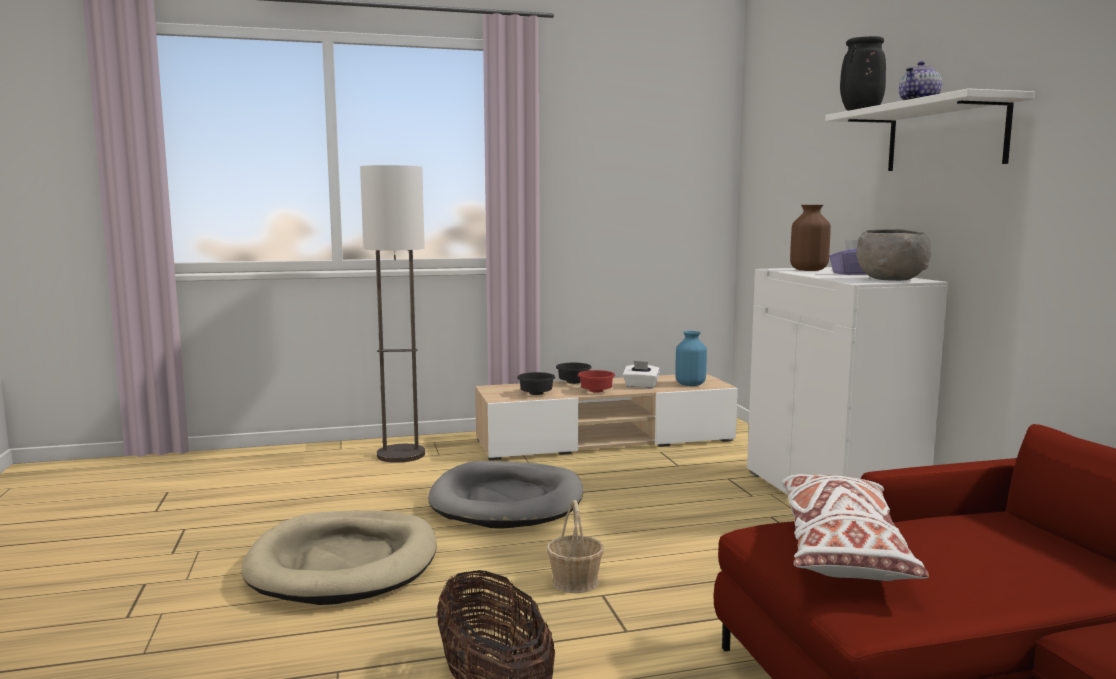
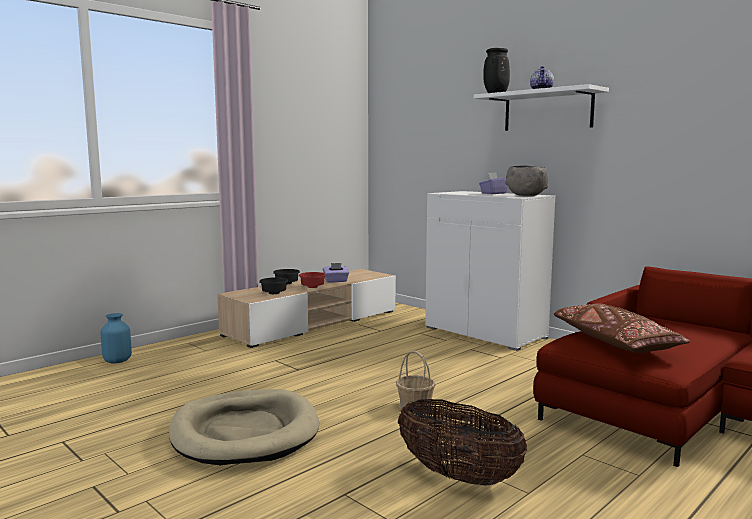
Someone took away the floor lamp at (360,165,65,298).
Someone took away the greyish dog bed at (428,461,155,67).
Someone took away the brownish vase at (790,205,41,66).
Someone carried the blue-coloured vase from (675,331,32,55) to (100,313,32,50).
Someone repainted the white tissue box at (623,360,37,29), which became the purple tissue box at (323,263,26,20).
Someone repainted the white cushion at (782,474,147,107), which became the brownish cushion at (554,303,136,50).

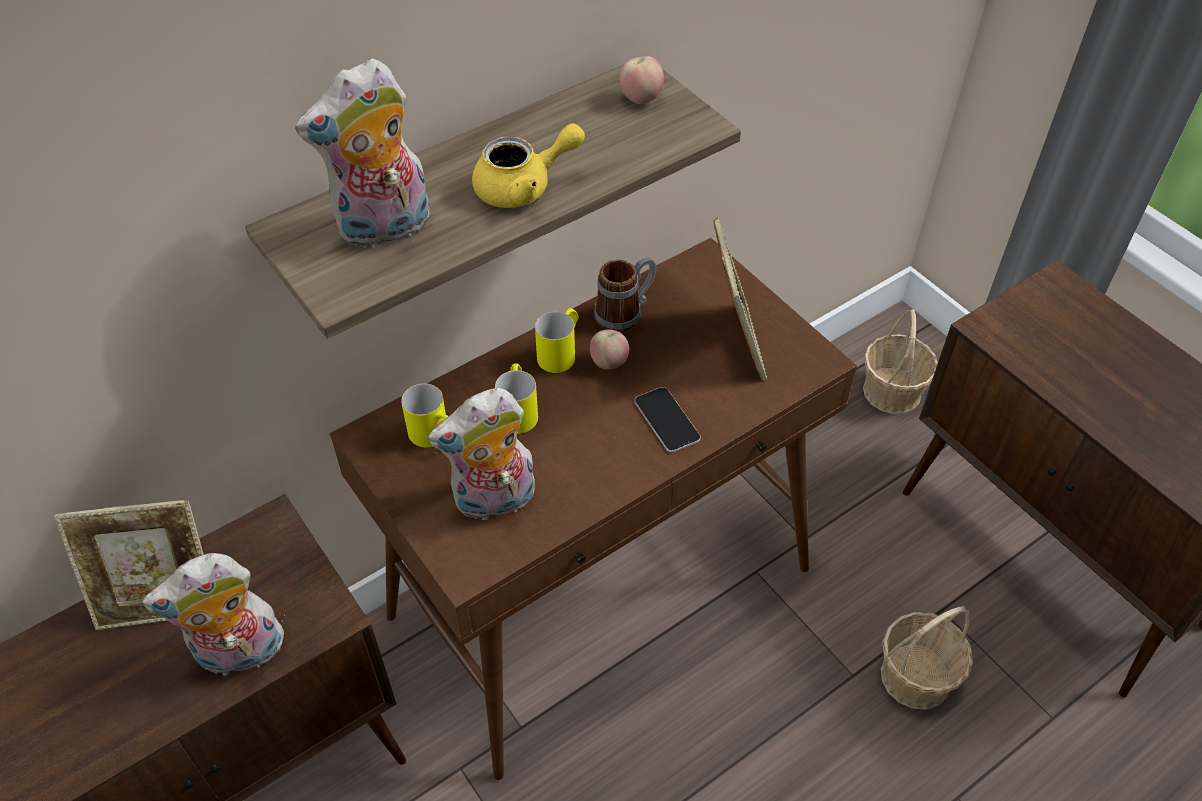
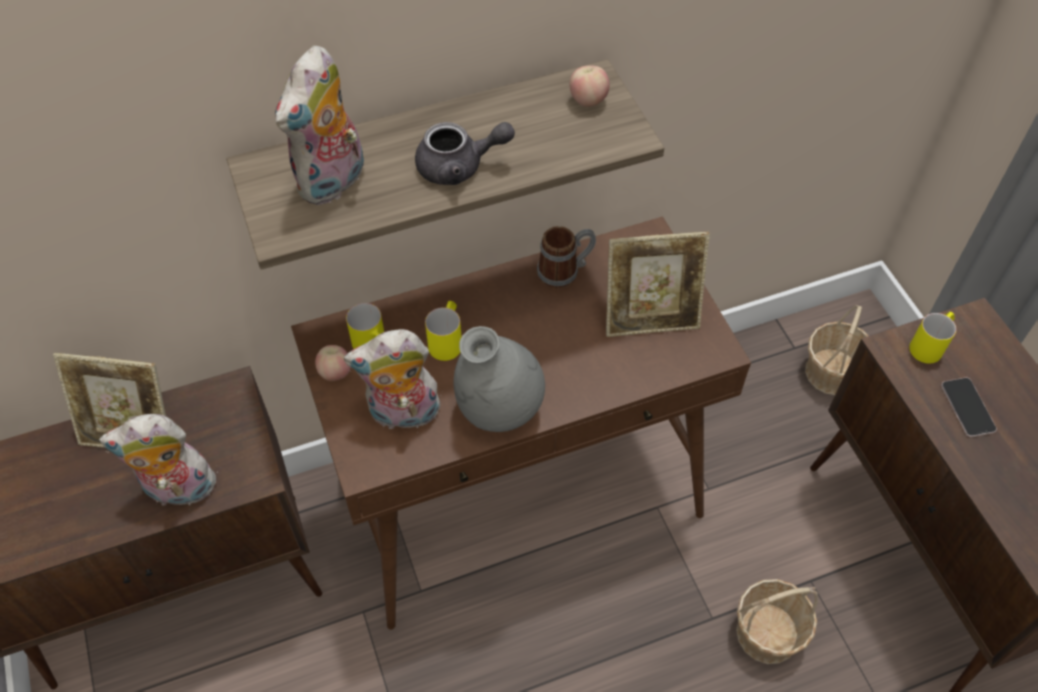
Someone put down the greyish vase at (453,326,92,106).
Someone carried the yellow-coloured mug from (535,308,44,65) to (909,312,47,52).
Someone carried the apple fruit from (590,329,39,40) to (315,345,36,36).
Someone carried the telephone from (635,387,66,66) to (941,378,56,59).
Someone repainted the yellow-coloured tea pot at (472,123,113,85), which became the greyish tea pot at (415,122,100,63).
Someone rotated the soft toy at (295,58,135,192) by 45 degrees counterclockwise.
Someone rotated the standing frame at (714,217,54,164) by 75 degrees clockwise.

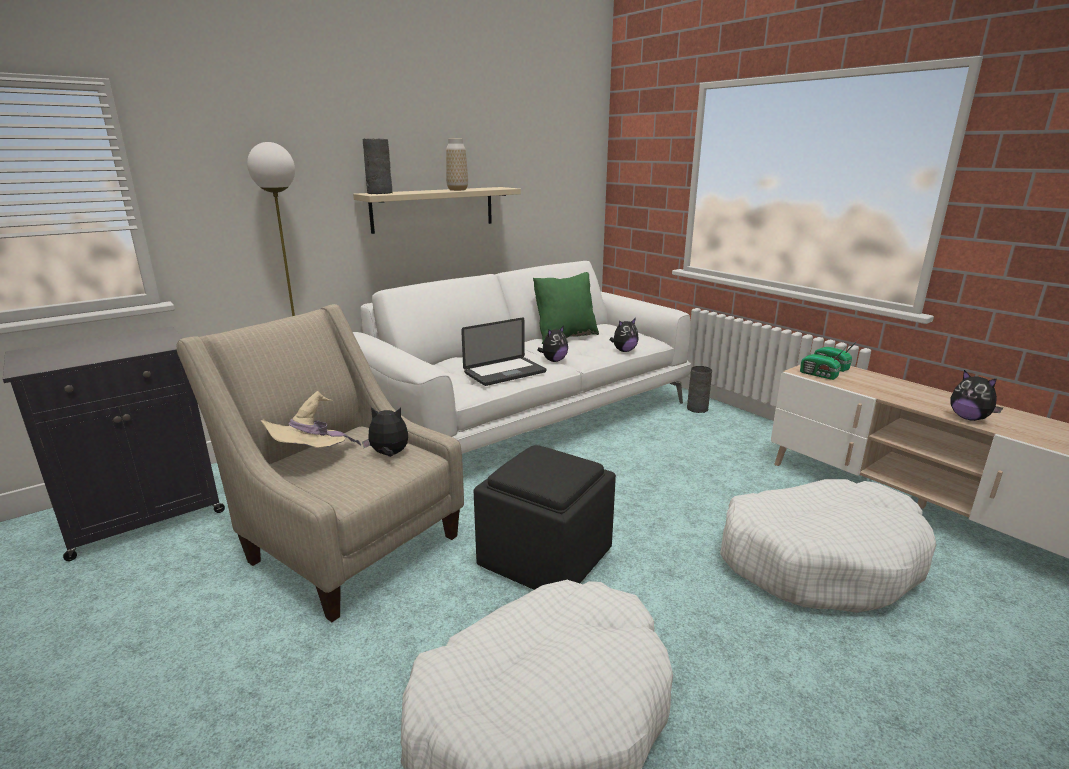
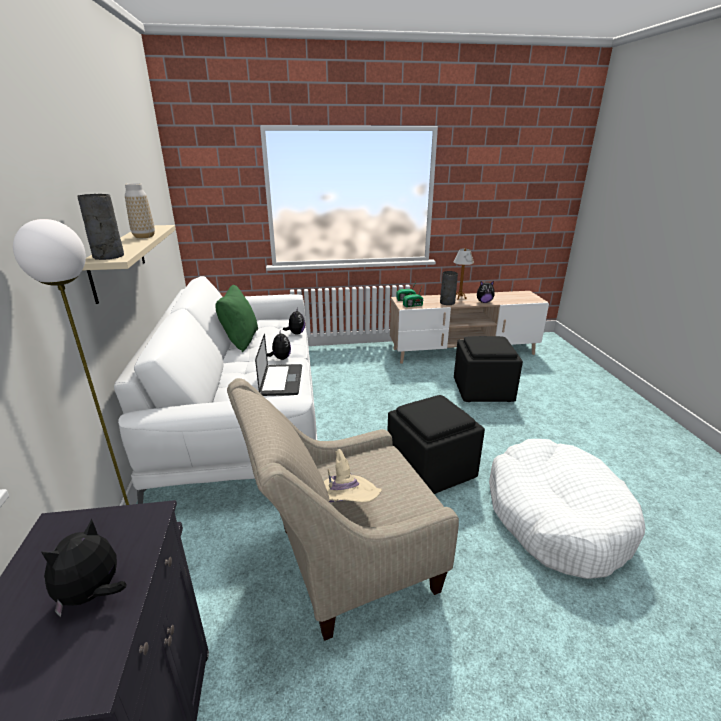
Someone put down the lamp for a table at (453,248,21,52).
Someone carried the soft toy from (362,407,46,50) to (41,519,86,98).
Someone carried the greyish vase from (687,366,25,47) to (440,271,18,34).
Someone swapped the white dog bed at (720,479,216,134) for the blackish ottoman at (454,336,69,66).

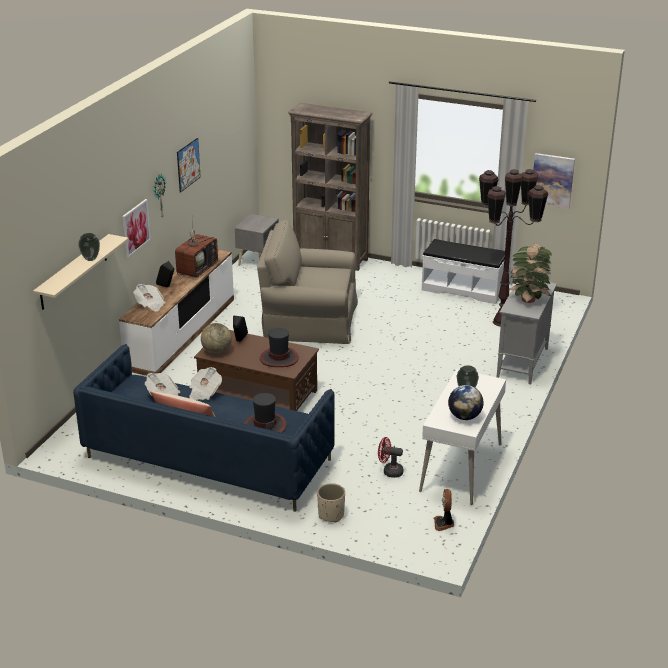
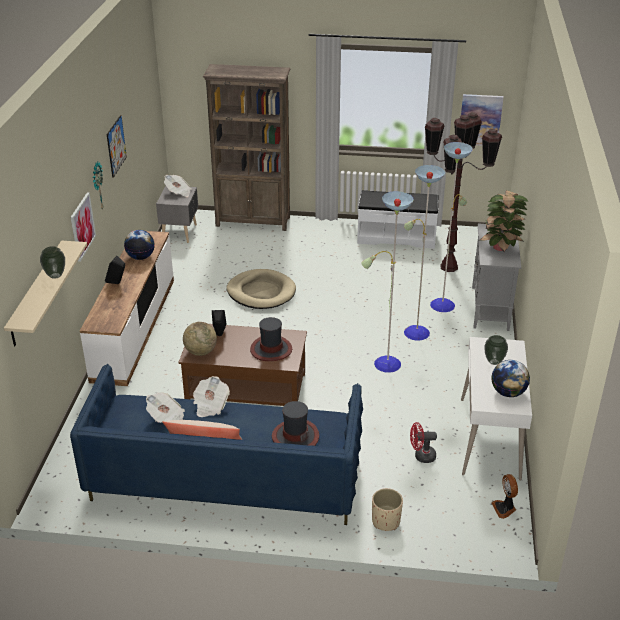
Someone put down the floor lamp at (361,142,112,231).
Someone carried the newspaper from (133,284,33,28) to (164,175,28,22).
Someone swapped the TV at (175,216,43,62) for the desk globe at (124,230,31,30).
Someone swapped the sand-coloured easy chair at (257,220,101,124) for the sand-coloured dog bed at (226,269,70,40).

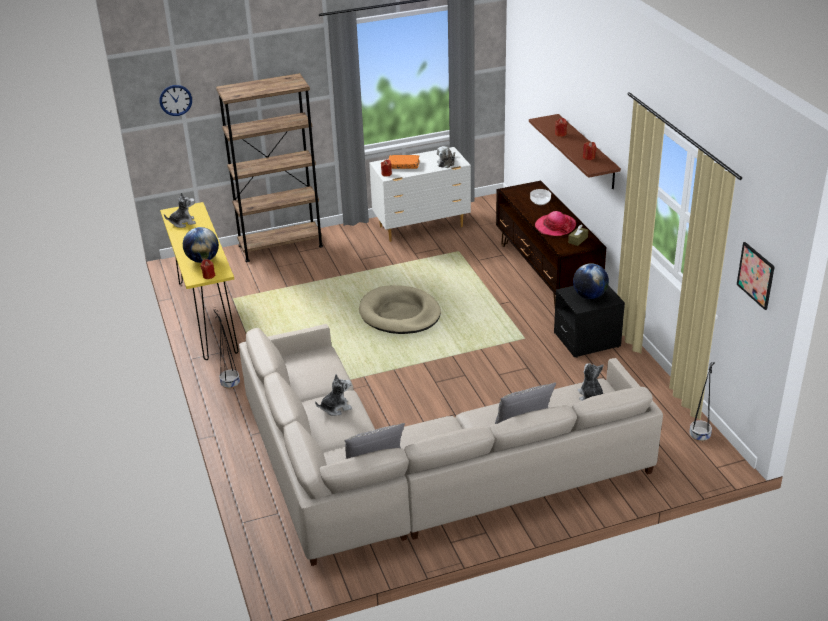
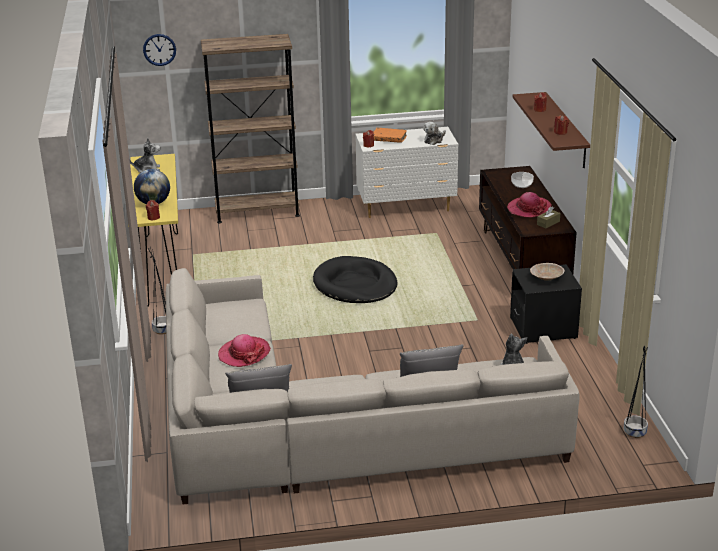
Someone took away the picture at (737,242,38,68).
Someone swapped the soft toy at (315,374,37,42) for the wearable hat at (218,334,53,33).
Someone swapped the desk globe at (573,263,36,36) for the sand-coloured deep dish at (530,263,35,18).
Someone repainted the sand-coloured dog bed at (359,286,82,48), which became the blackish dog bed at (313,256,84,47).

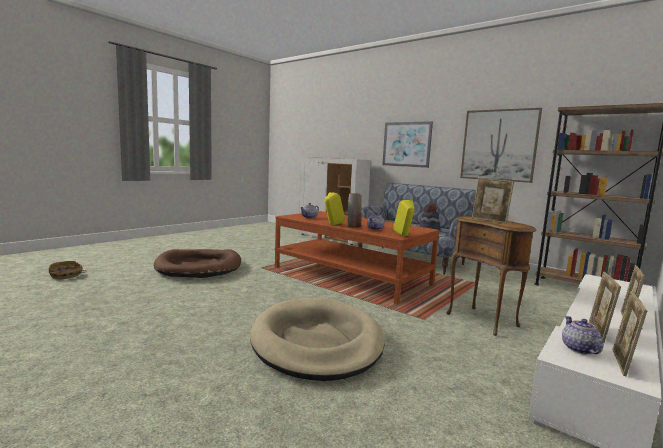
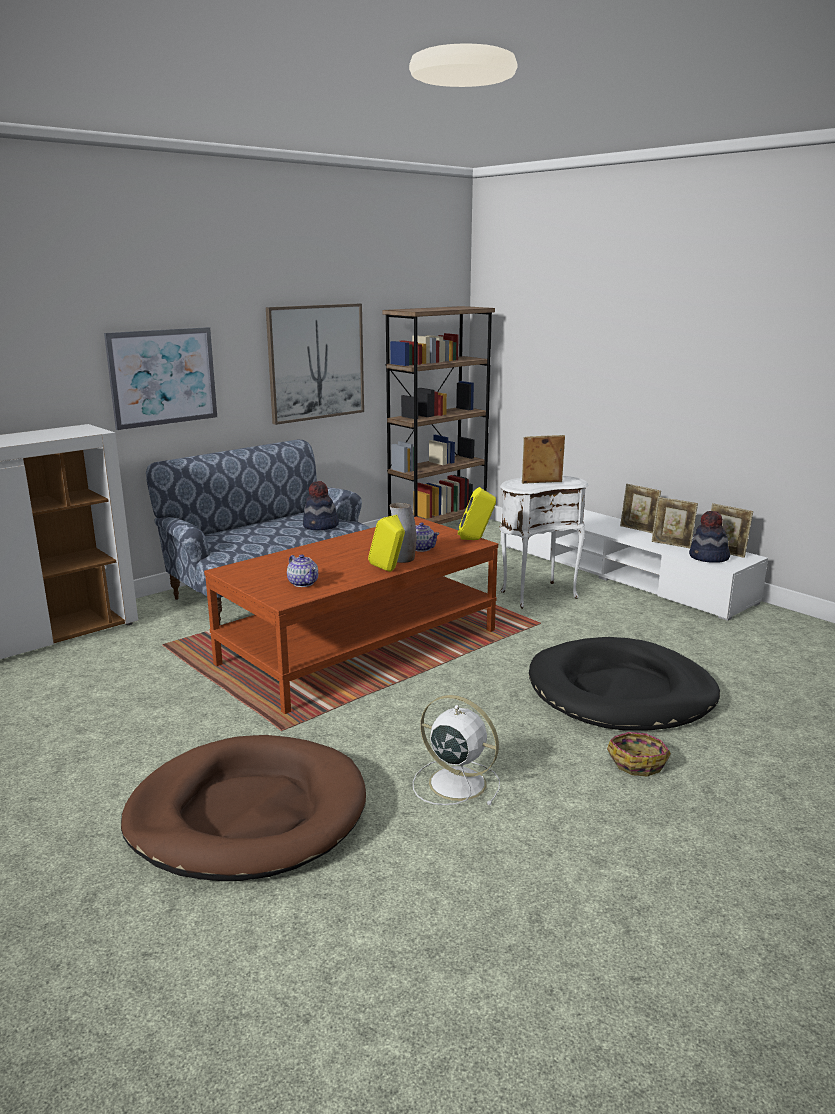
Someone put down the white electric fan at (413,695,87,110).
Someone carried the household basket from (49,261,38,18) to (607,732,64,45).
Someone swapped the tea pot at (562,316,41,39) for the wearable hat at (689,511,41,52).
Someone repainted the sand-coloured dog bed at (250,298,135,83), which became the blackish dog bed at (529,637,191,94).
Someone repainted the brownish side table at (447,216,89,120), which became the white side table at (499,476,89,133).
Someone rotated the standing frame at (472,178,42,46) by 150 degrees counterclockwise.

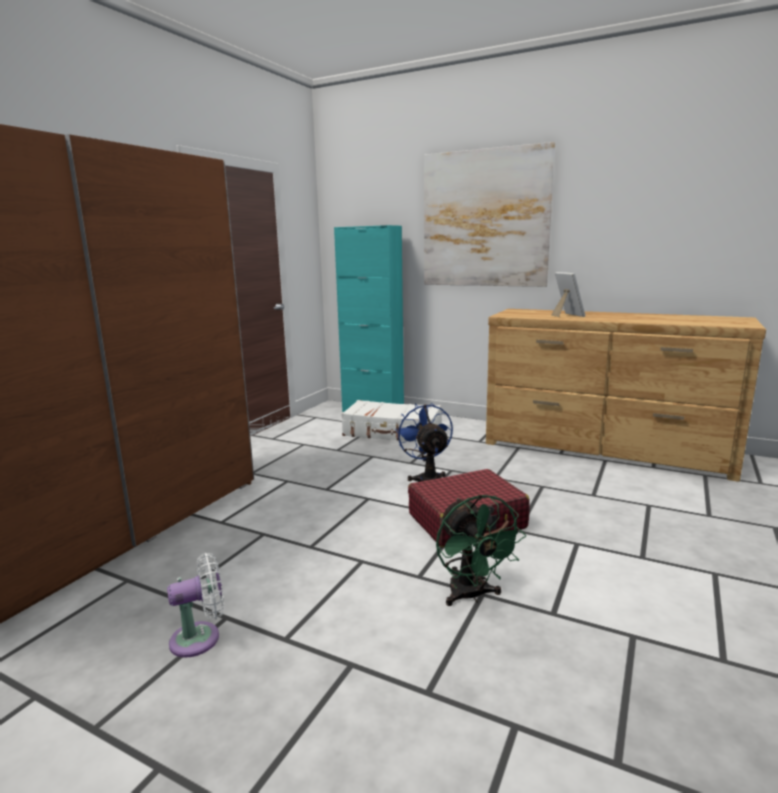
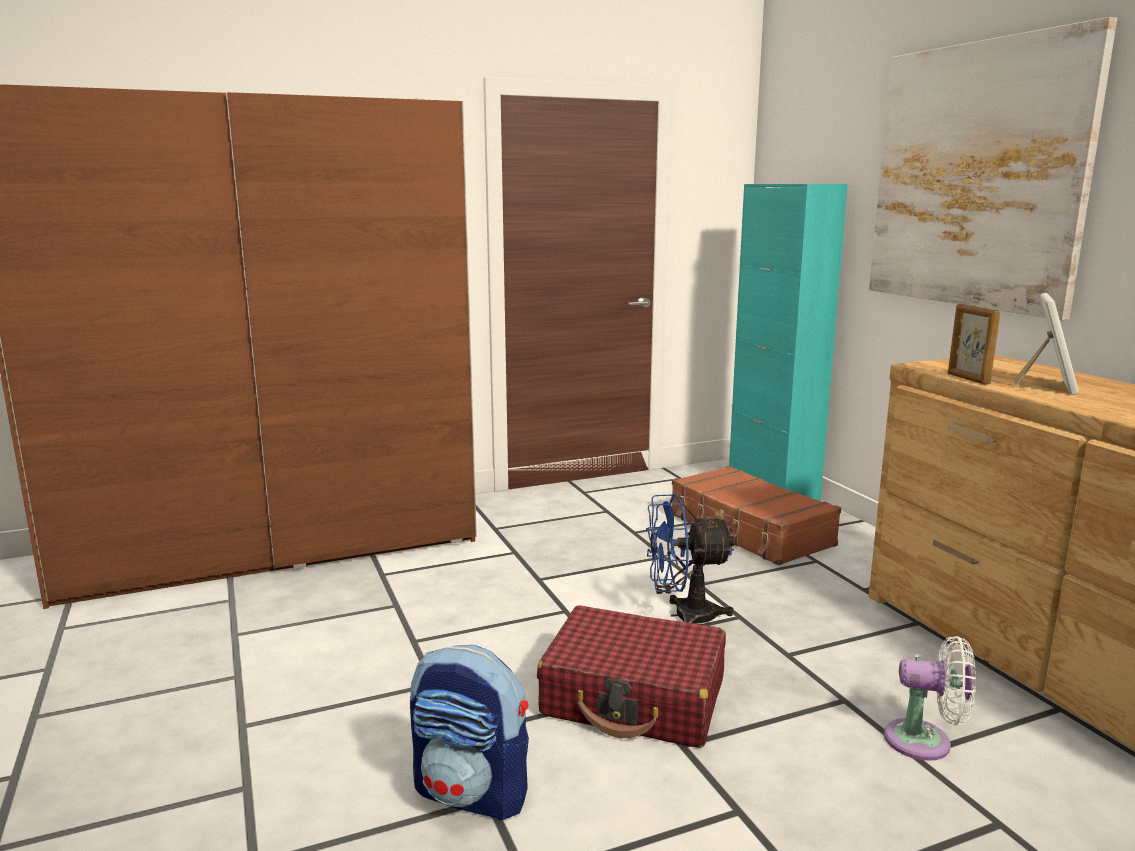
Someone put down the standing frame at (948,304,52,81).
Someone carried the white electric fan from (167,553,57,105) to (884,636,92,125).
Someone swapped the green-coloured electric fan at (436,494,90,112) for the backpack at (410,645,119,176).
Someone repainted the white piece of luggage at (341,400,100,42), which became the brownish piece of luggage at (672,466,169,99).
Someone rotated the blue-coloured electric fan at (395,403,58,79) by 120 degrees counterclockwise.

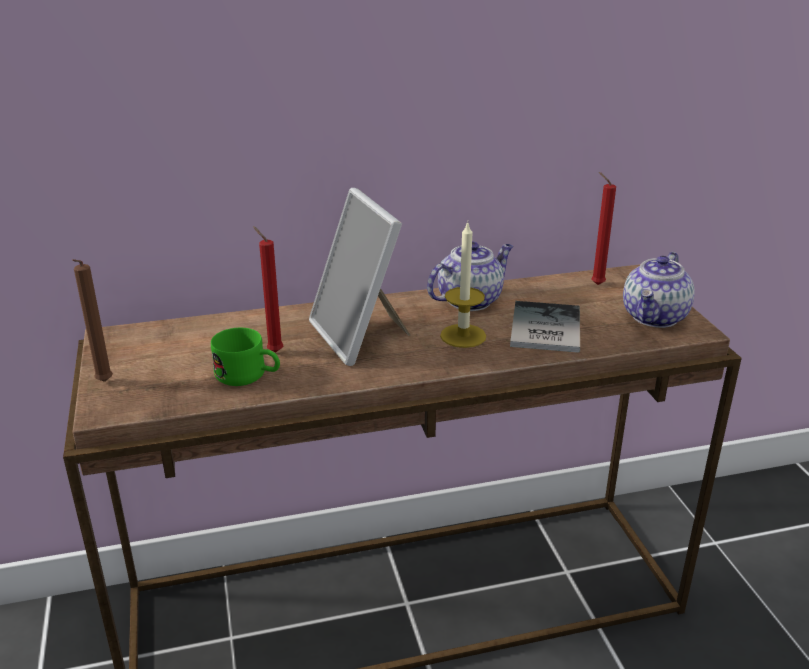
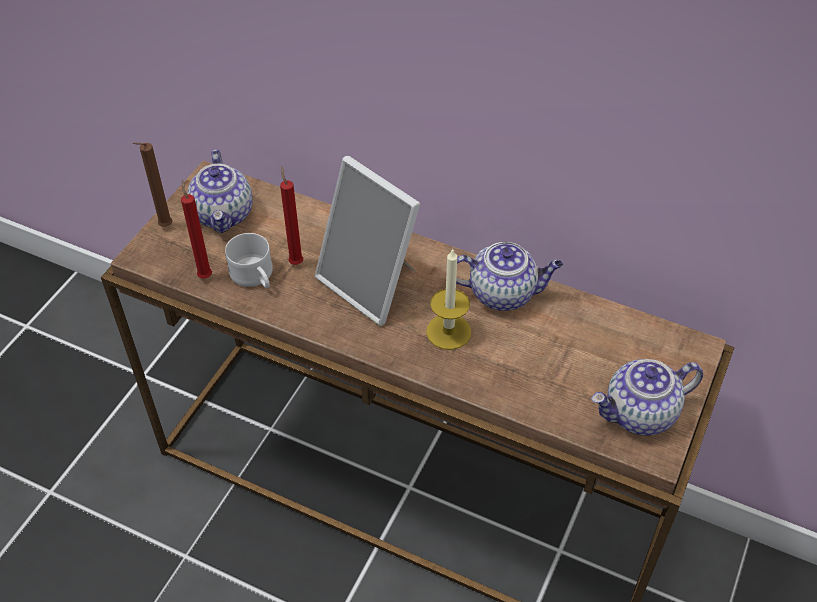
Someone took away the book at (510,301,70,52).
Someone put down the tea pot at (187,149,66,84).
Someone carried the reddish wax candle from (591,172,25,113) to (181,180,31,99).
Someone repainted the green-coloured mug at (211,328,69,58), which became the white mug at (225,233,48,55).
Someone rotated the standing frame at (309,188,101,178) by 60 degrees counterclockwise.

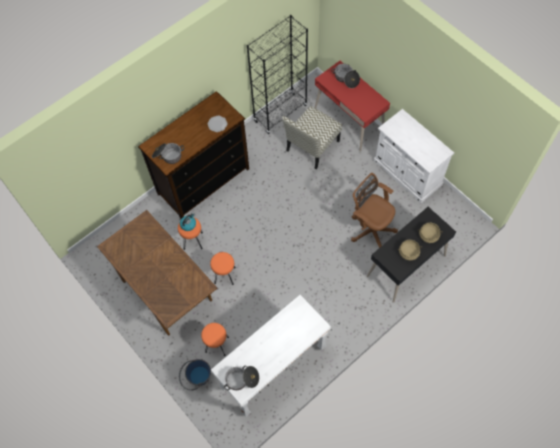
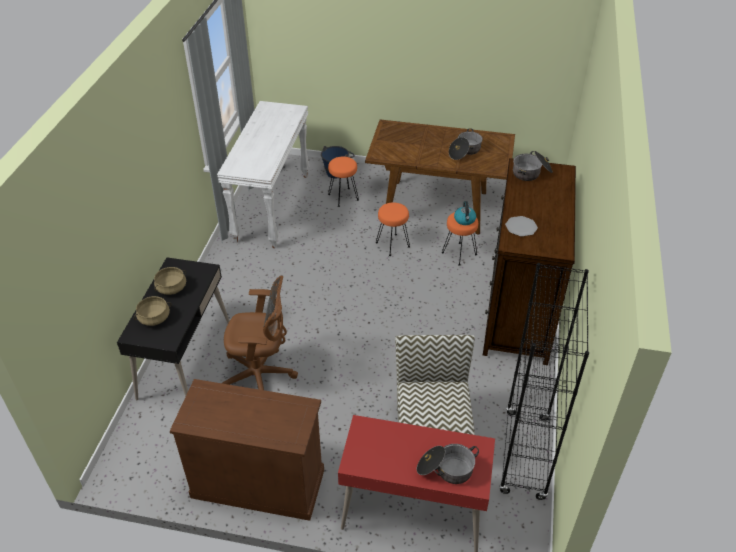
Someone carried the cooking pot from (224,366,35,24) to (449,128,34,32).
Someone repainted the white storage cabinet at (374,109,80,94), which became the brownish storage cabinet at (170,379,154,142).

